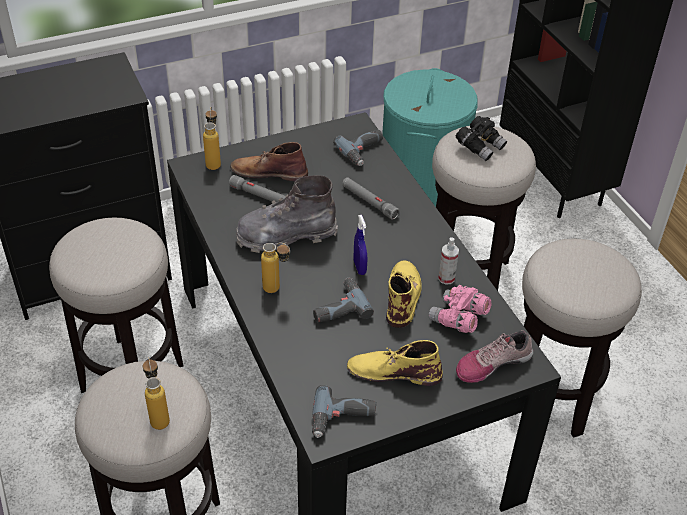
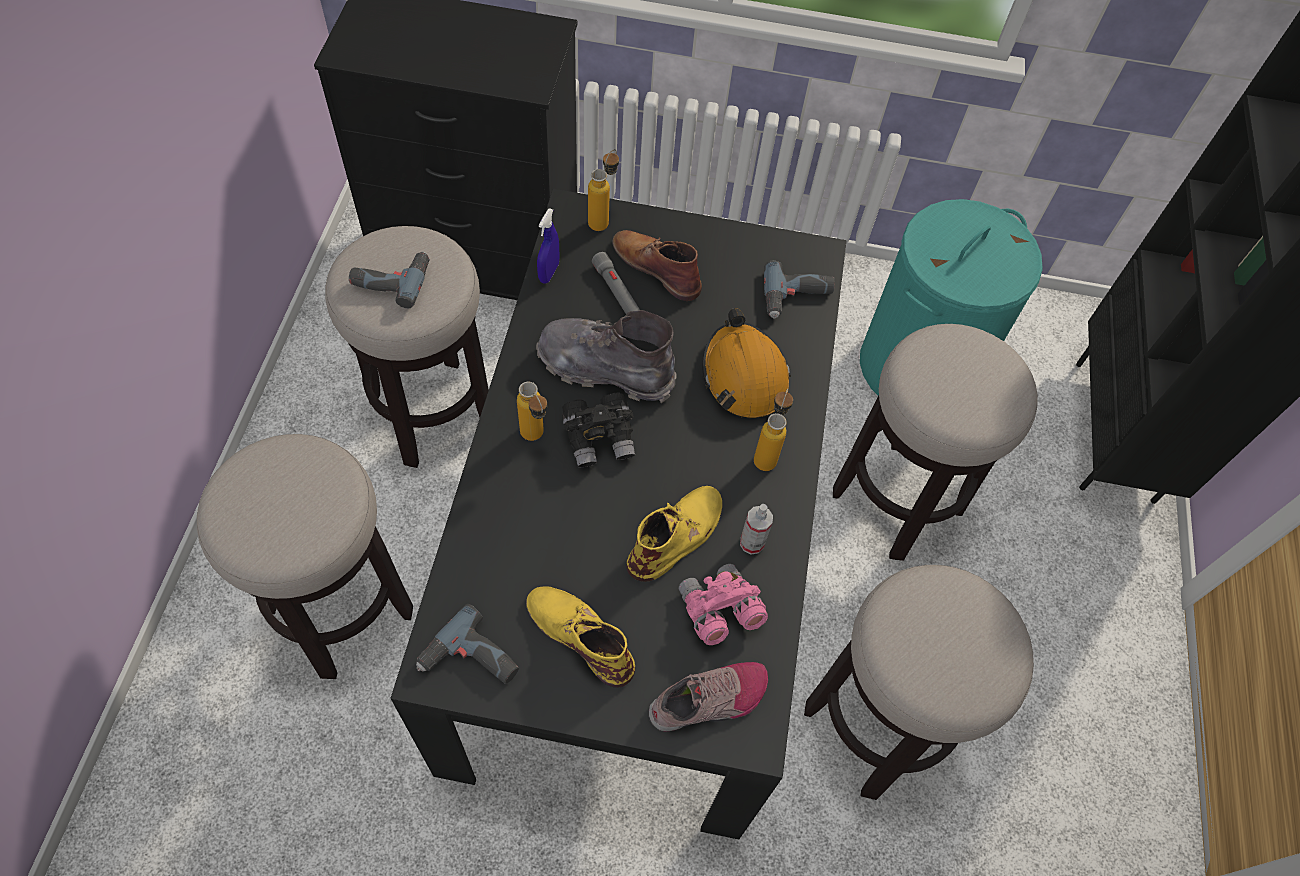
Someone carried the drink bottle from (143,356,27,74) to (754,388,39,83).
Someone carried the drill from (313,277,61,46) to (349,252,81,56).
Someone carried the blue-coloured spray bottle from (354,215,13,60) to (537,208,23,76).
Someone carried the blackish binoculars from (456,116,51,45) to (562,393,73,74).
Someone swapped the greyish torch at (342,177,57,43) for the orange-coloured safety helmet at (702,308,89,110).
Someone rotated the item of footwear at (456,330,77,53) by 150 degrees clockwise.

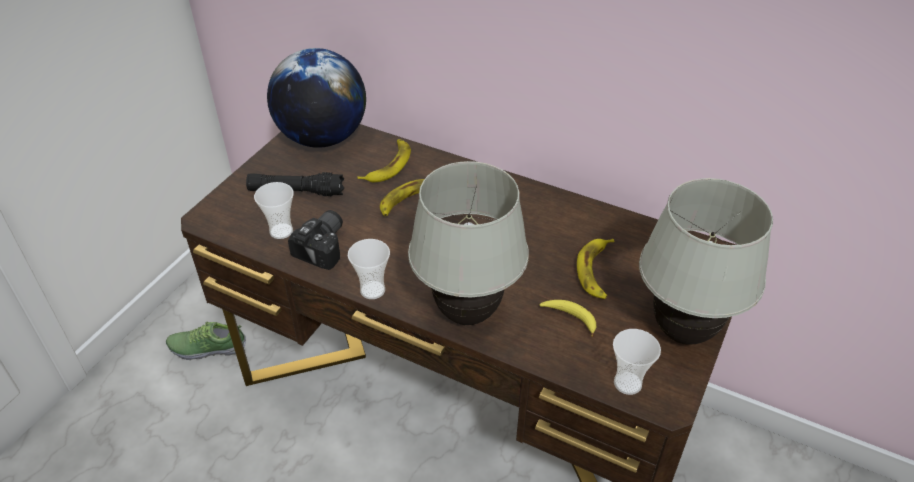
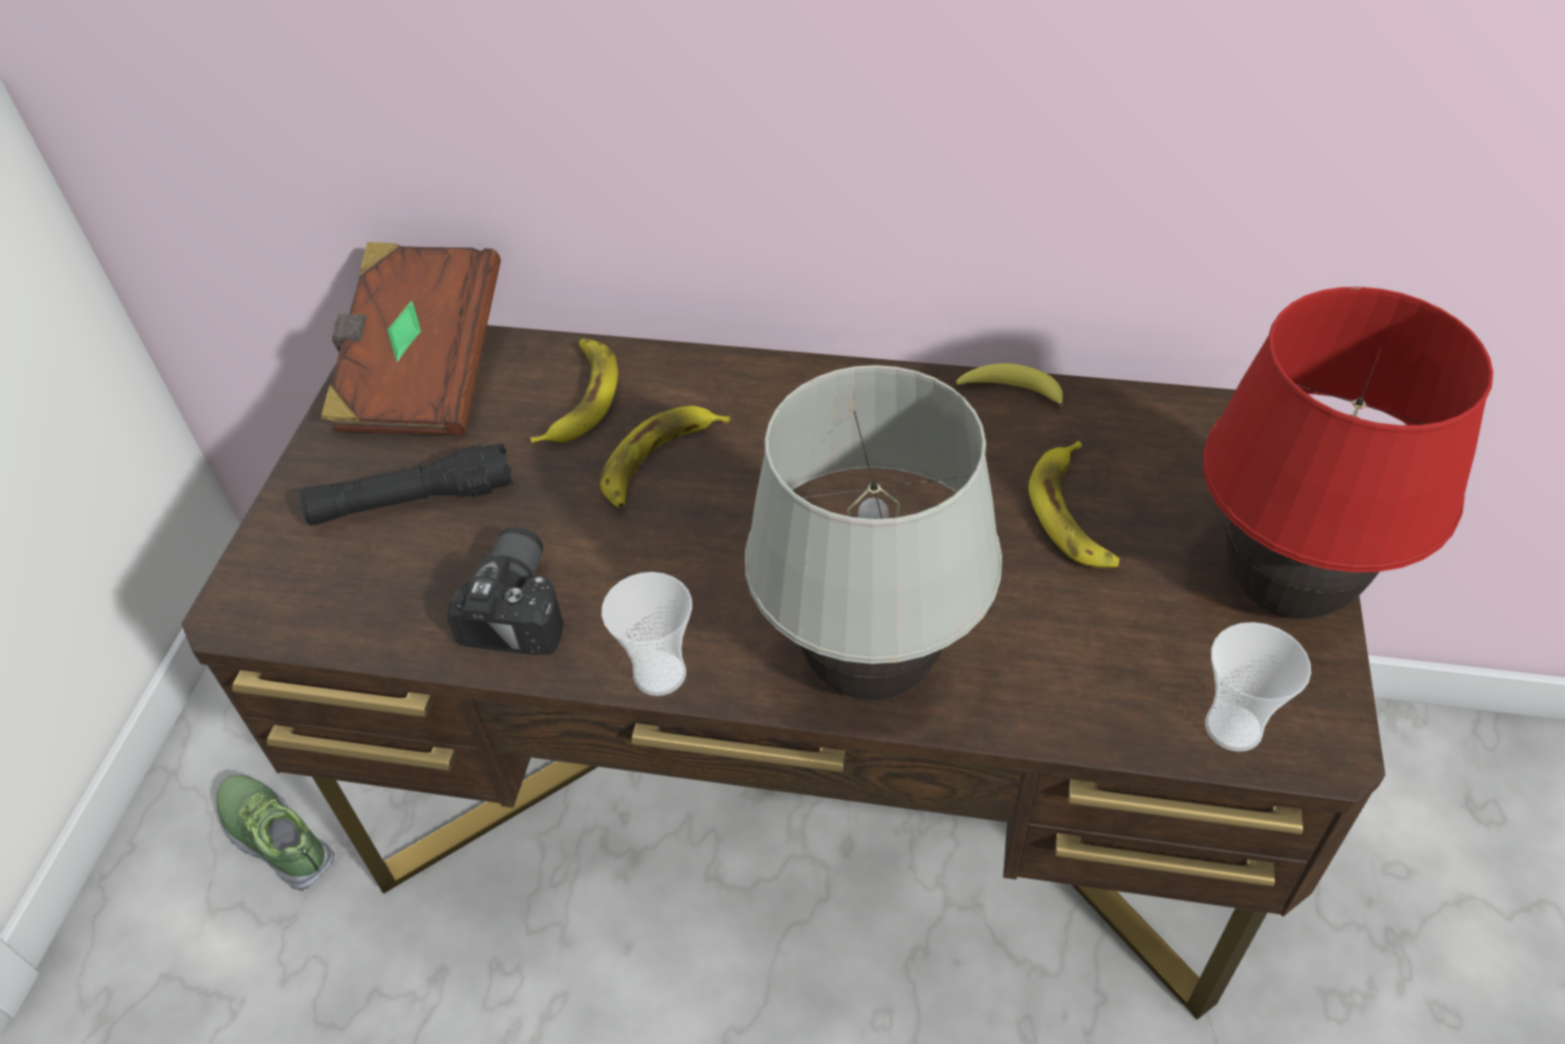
Someone took away the drinking cup at (254,182,40,57).
Someone carried the banana from (540,300,56,37) to (956,363,109,47).
Someone swapped the desk globe at (267,48,99,100) for the brownish book at (320,242,181,194).
Someone repainted the white lamp for a table at (639,178,134,167), which became the reddish lamp for a table at (1203,287,290,332).
Someone rotated the item of footwear at (166,322,80,38) by 60 degrees clockwise.

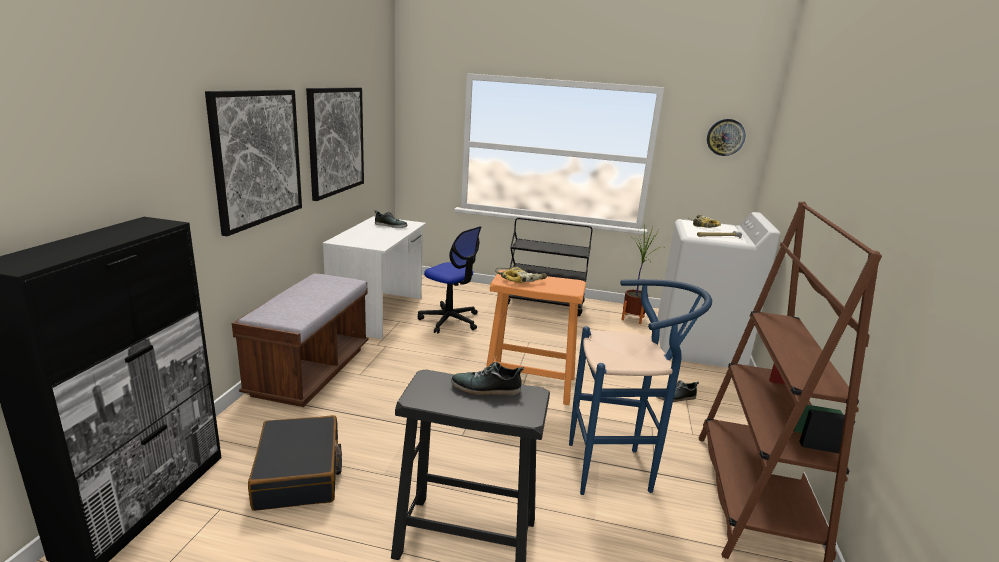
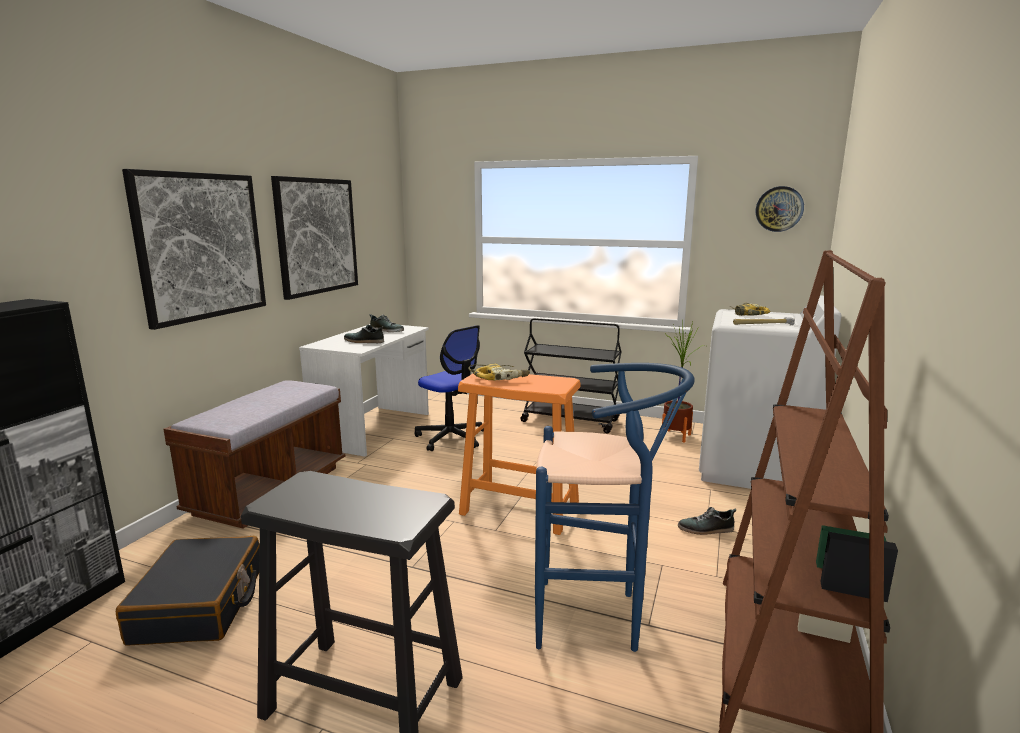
Someone carried the item of footwear from (451,362,73,33) to (344,325,40,18).

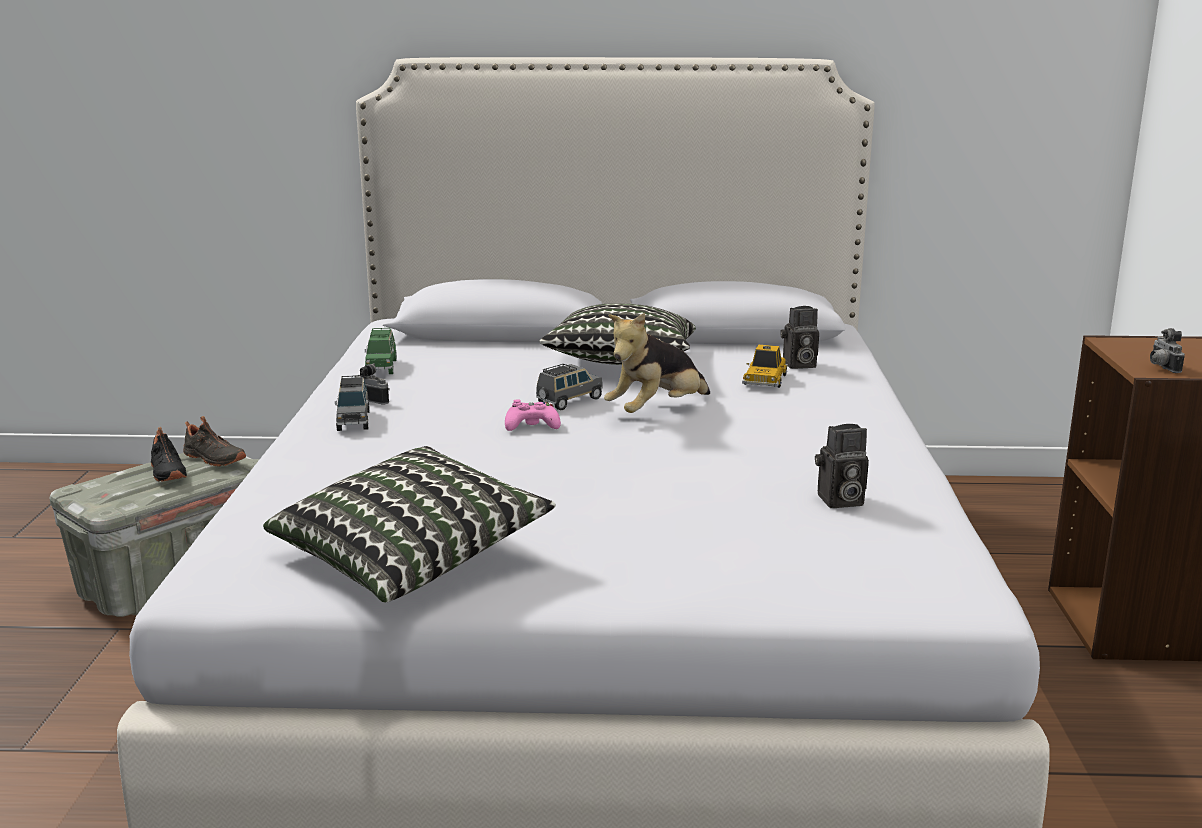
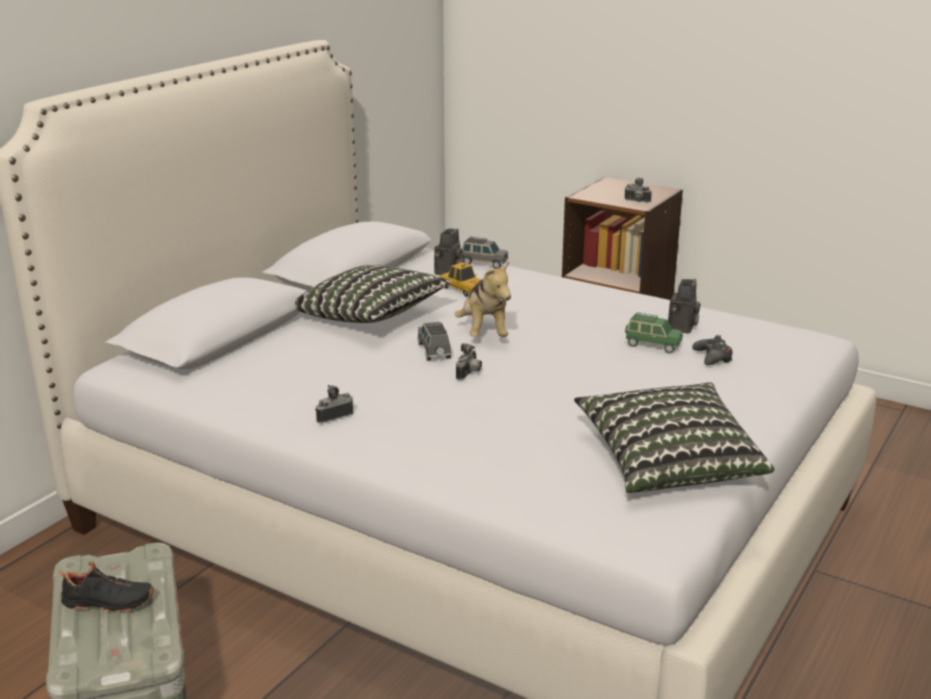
Someone took away the blackish item of footwear at (183,416,63,50).
Someone put down the blackish joypad at (692,335,41,30).
Someone carried the greyish miniature car from (335,375,35,56) to (461,237,47,32).
Someone carried the green-coloured miniature car from (365,328,32,46) to (625,312,58,42).
Someone swapped the pinkish joypad at (505,399,56,32) for the still camera at (456,343,26,37).

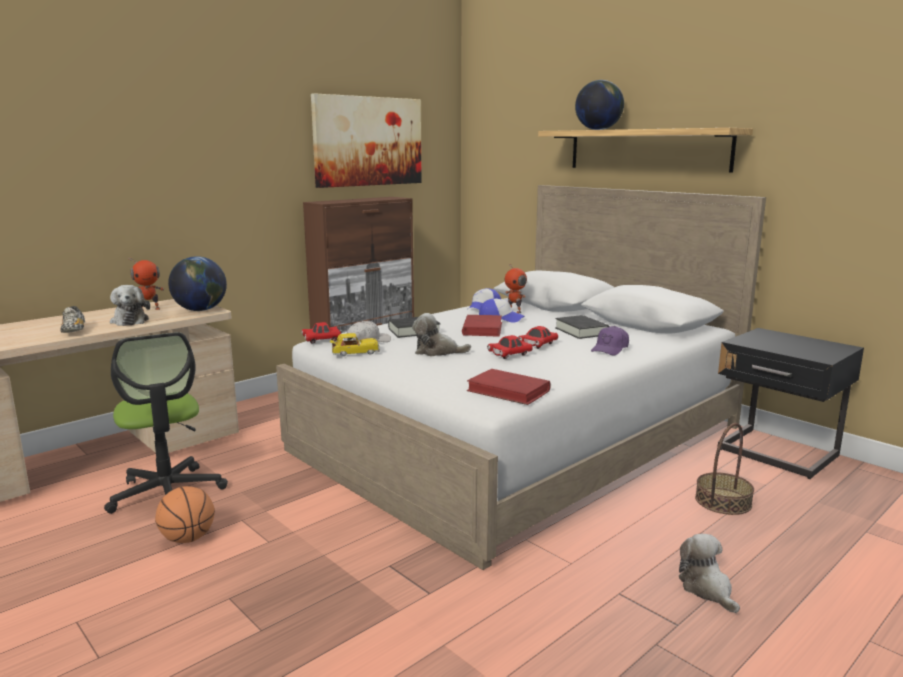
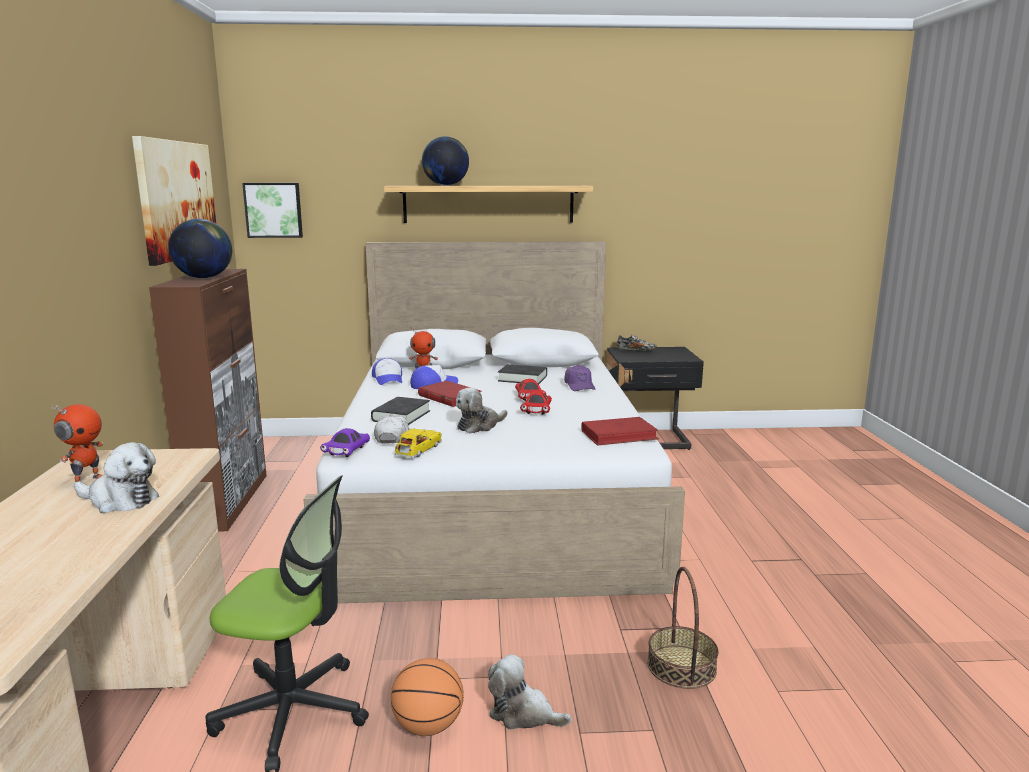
Someone put up the picture at (242,183,61,55).
Someone carried the item of footwear from (60,306,25,27) to (617,335,40,16).
Someone carried the desk globe from (168,256,59,55) to (168,219,64,59).
Someone carried the soft toy from (679,534,61,79) to (488,654,84,76).
Someone carried the household basket from (695,423,59,92) to (647,567,71,122).
Someone repainted the reddish miniature car at (301,322,40,22), which became the purple miniature car at (320,428,50,29).

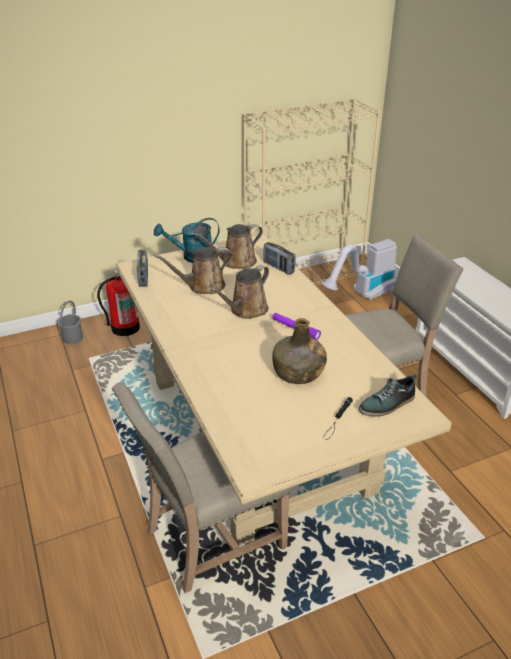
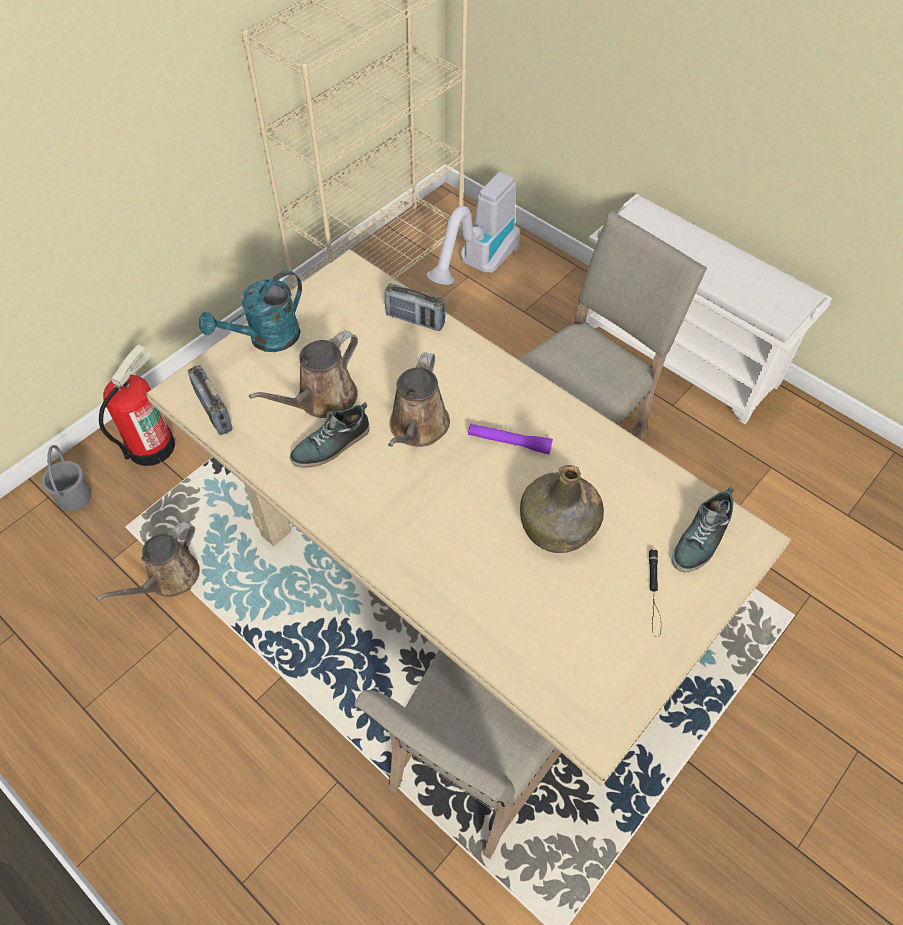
Someone put down the item of footwear at (290,402,80,65).
Someone carried the brownish watering can from (194,224,69,45) to (96,521,104,80).

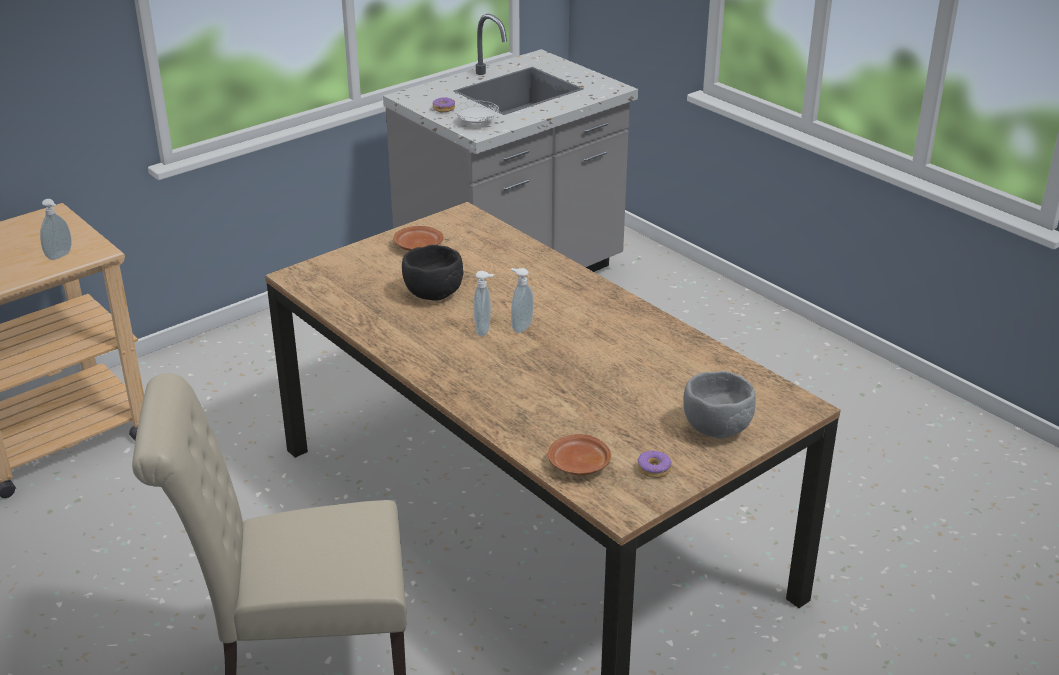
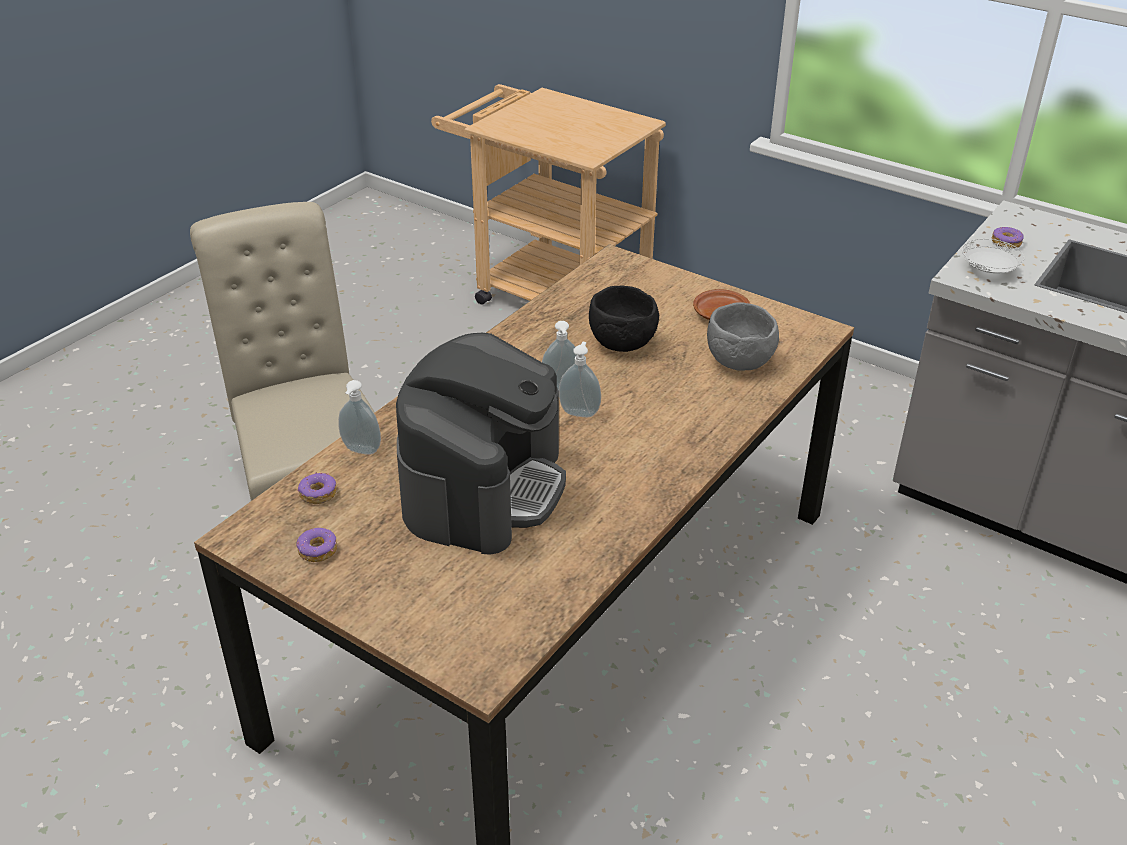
Someone put down the coffee brewer at (396,333,170,222).
Someone carried the soap dispenser from (40,199,31,61) to (338,380,43,75).
Someone carried the greyish deep dish from (683,371,73,68) to (707,302,72,69).
Someone swapped the brownish plate at (548,434,63,41) for the ring doughnut at (298,472,39,32).

